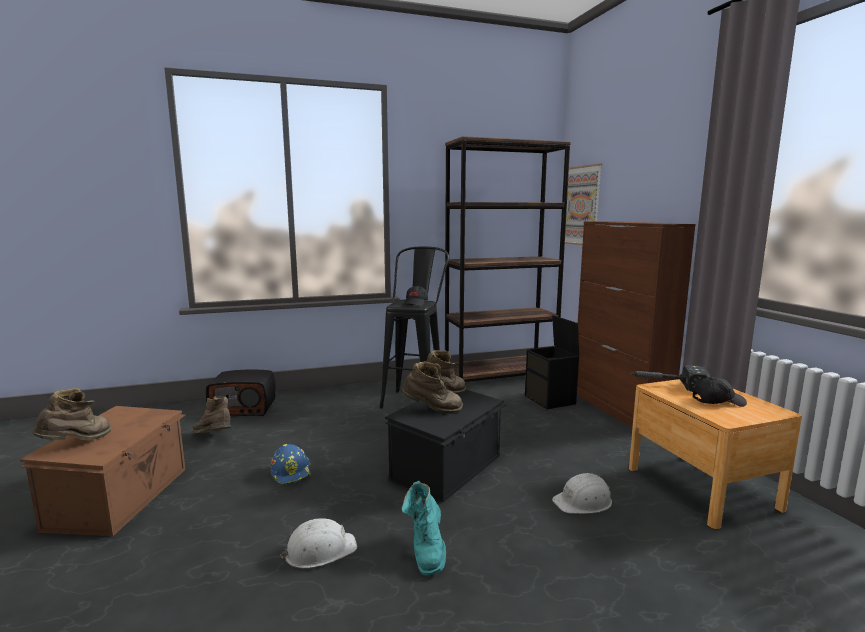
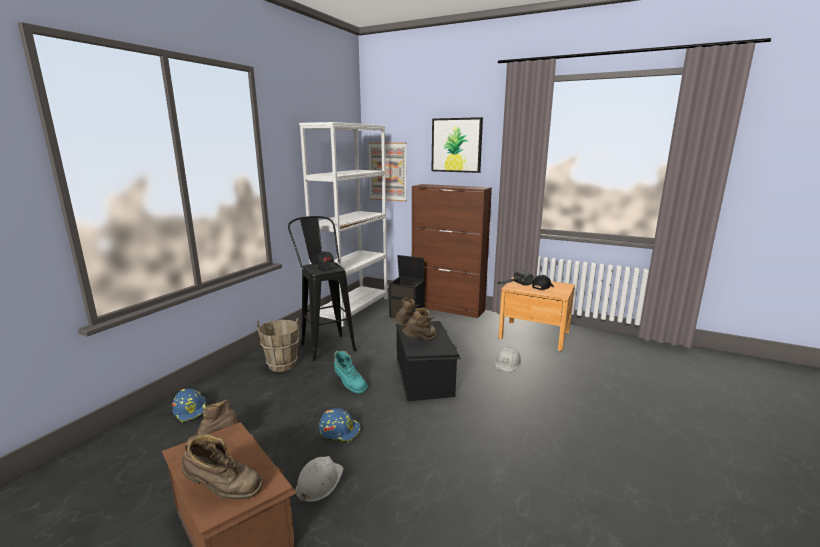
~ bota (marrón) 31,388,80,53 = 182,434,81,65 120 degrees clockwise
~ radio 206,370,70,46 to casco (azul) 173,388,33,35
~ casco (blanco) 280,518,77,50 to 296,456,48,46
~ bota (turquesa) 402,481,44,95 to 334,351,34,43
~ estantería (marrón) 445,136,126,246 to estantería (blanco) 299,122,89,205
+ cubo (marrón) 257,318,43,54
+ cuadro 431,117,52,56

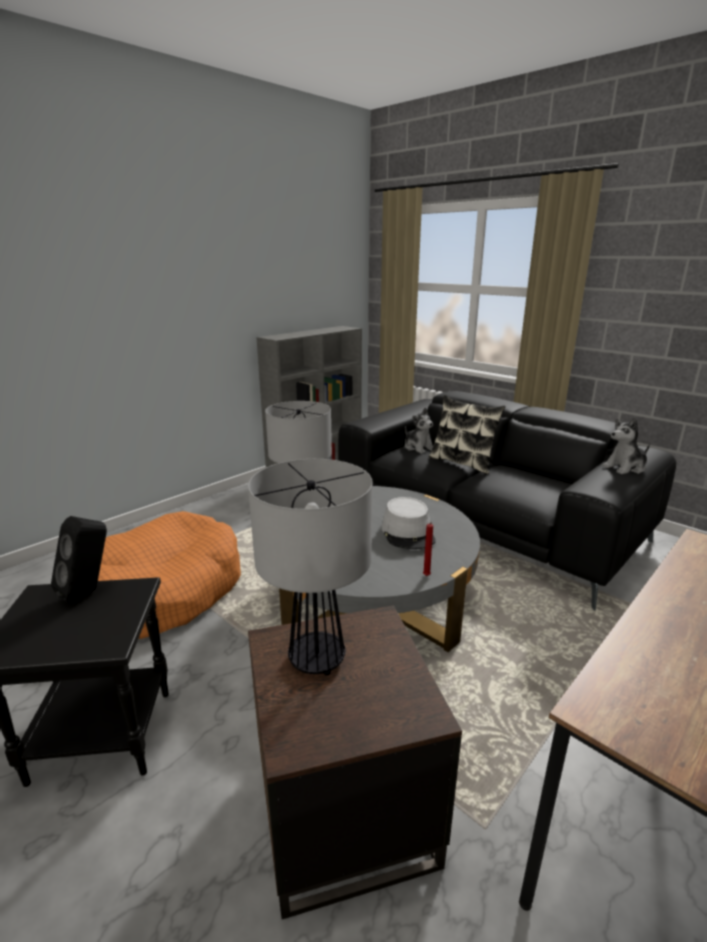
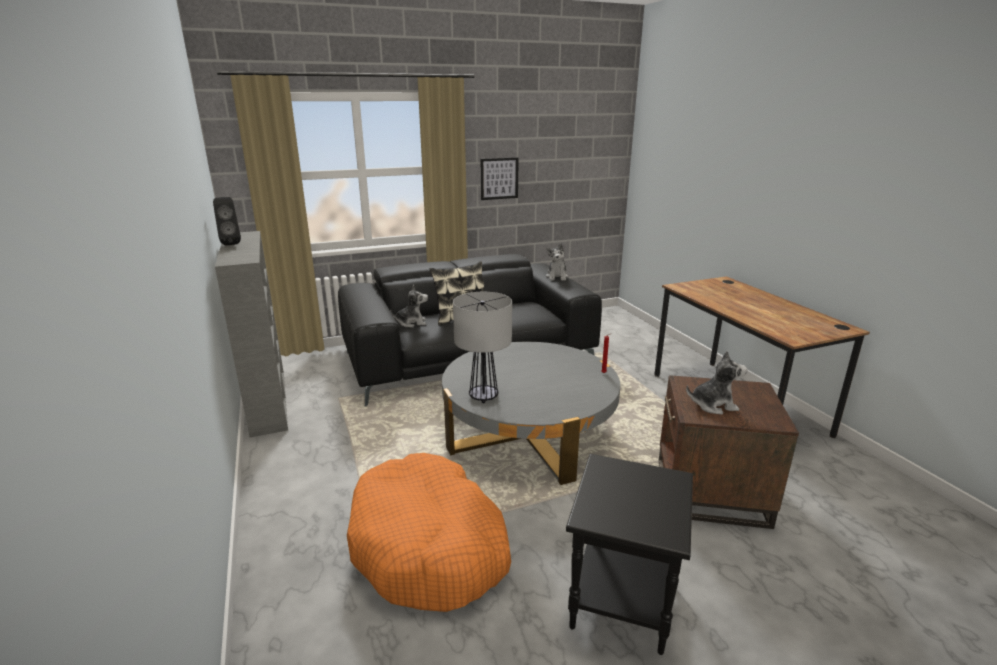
~ altavoz (negro) 51,516,56,88 to 213,197,28,48
~ lámpara de mesa 248,459,125,217 to peluche 686,351,61,63
- sombrero (gris) 382,497,54,52
+ cuadro 481,157,38,43

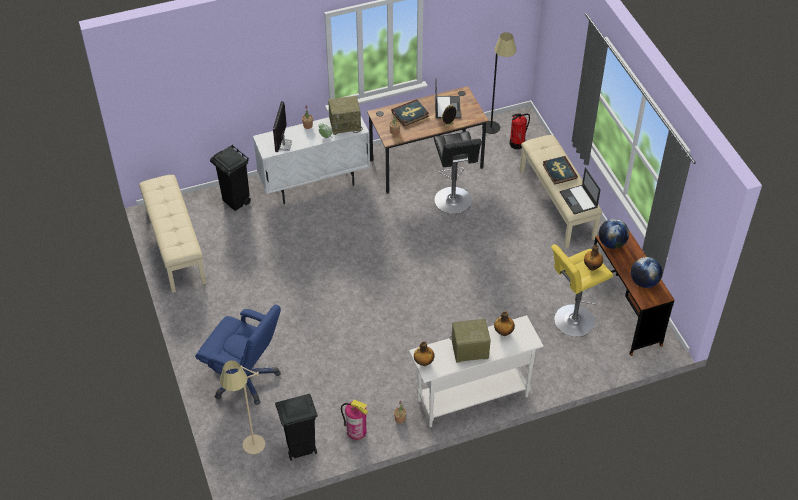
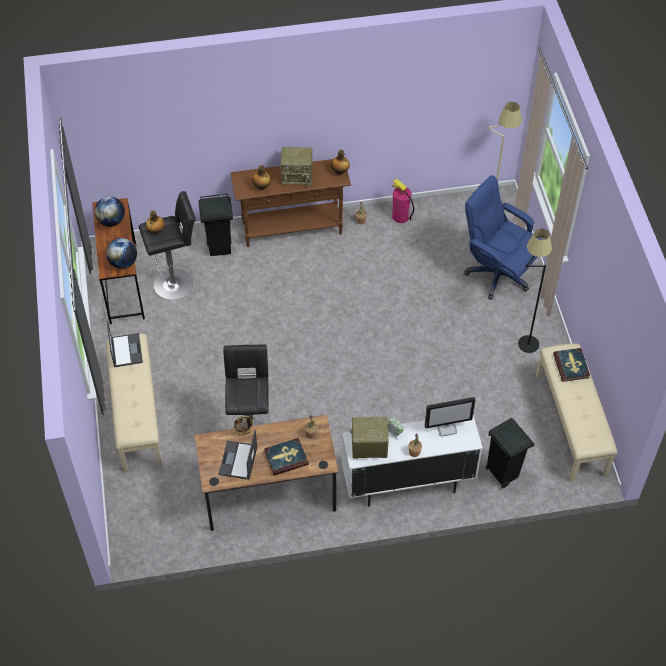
~ monitor 273,101,19,51 = 425,397,51,40 60 degrees clockwise
~ papelera (negro) 275,394,43,67 to 198,193,35,63
~ mesa consola (blanco) 409,315,135,112 to mesa consola (marrón) 230,159,121,88
~ lámpara de pie (negro) 482,32,34,102 to 518,228,34,125
- extintor 510,113,20,36
~ libro 542,156,36,29 to 553,348,37,34
~ taburete (amarillo) 551,244,62,93 to taburete (negro) 139,191,57,109

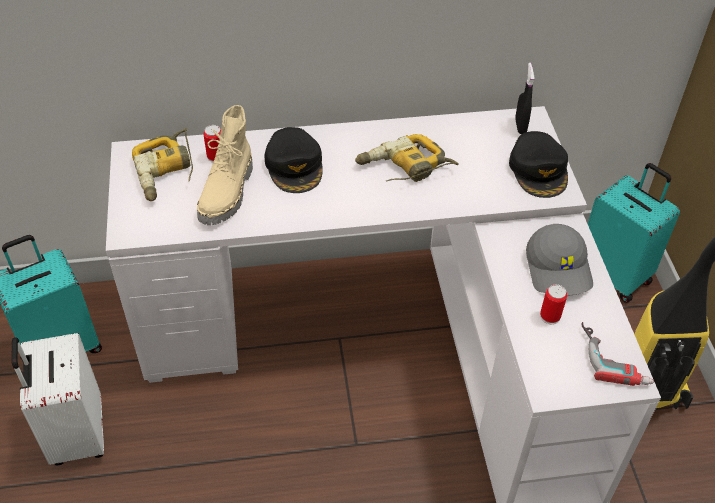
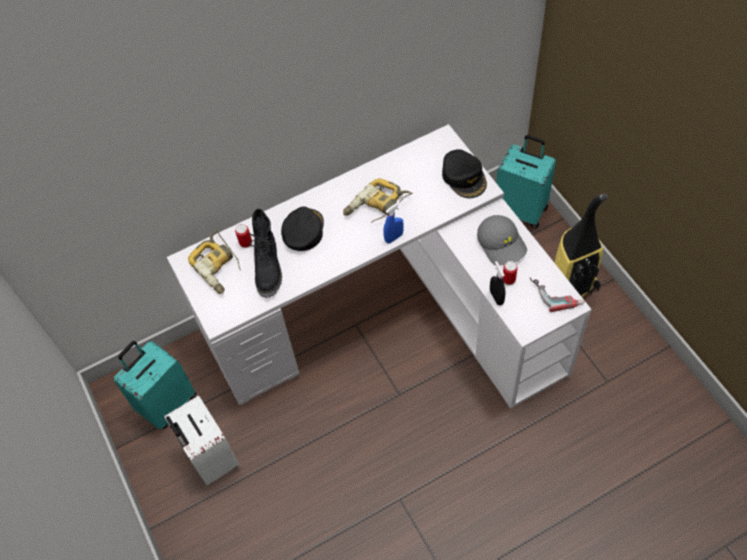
~ bota (beis) 197,105,56,120 to bota (negro) 249,209,33,89
~ gorra (negro) 264,127,59,66 = 281,207,43,44 135 degrees counterclockwise
~ pulverizador (negro) 515,63,19,71 to 490,261,15,44
+ pulverizador (azul) 383,202,21,42

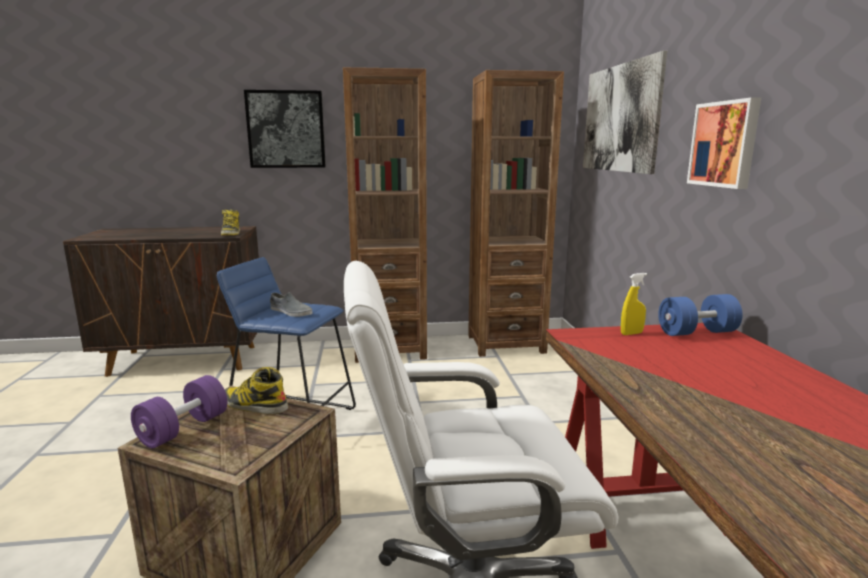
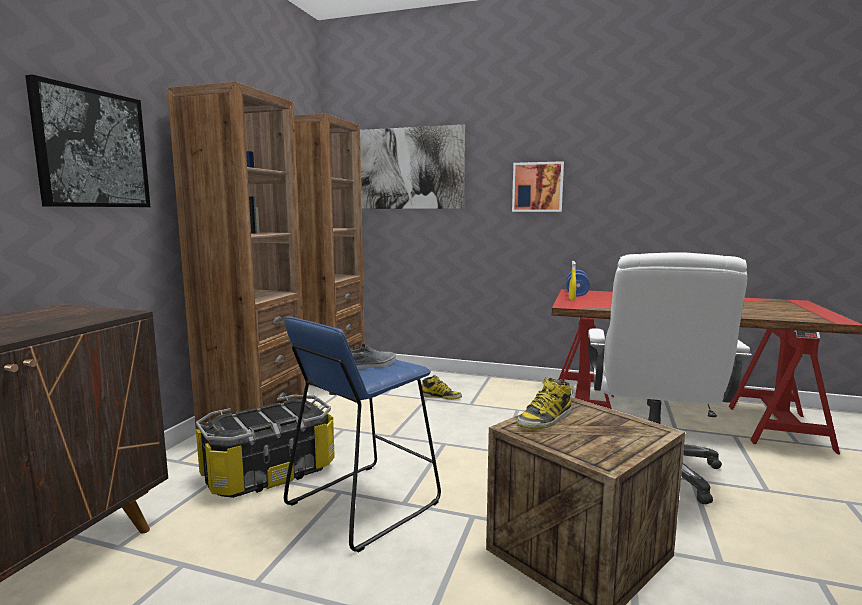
- mancuerna (morado) 131,375,97,73
~ bota 221,209,19,26 to 422,375,40,25
+ caja de almacenaje 196,395,139,103

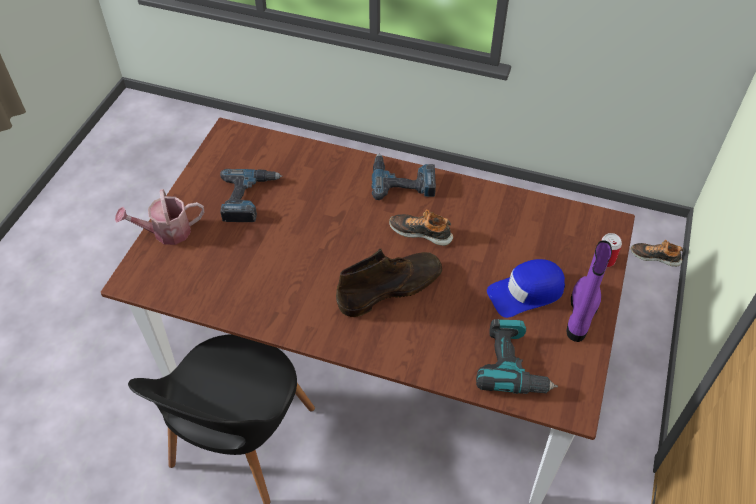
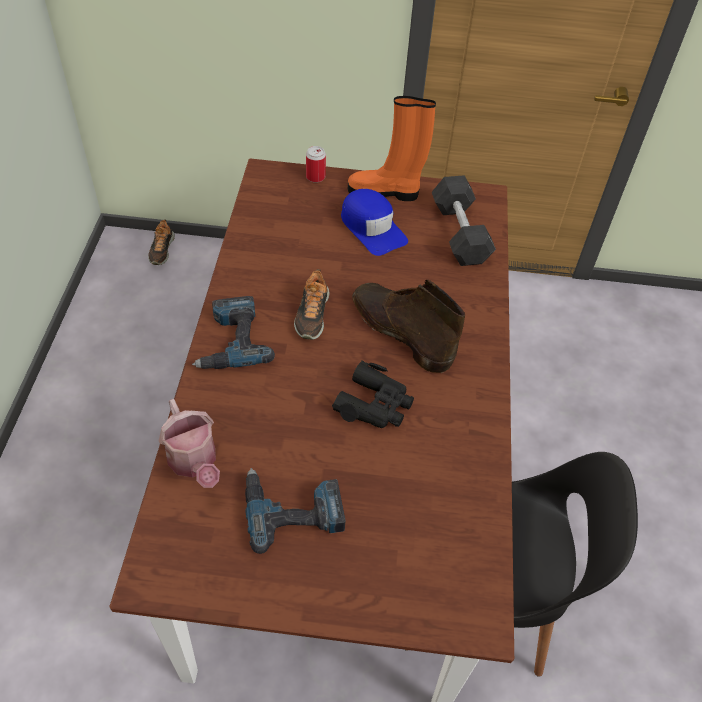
~ regadera 115,189,89,56 to 158,399,62,89
~ taladro 476,319,82,75 to mancuerna (negro) 432,175,64,91
~ bota (morado) 567,240,45,102 to bota (naranja) 348,96,88,105
+ prismáticos (negro) 332,360,82,68

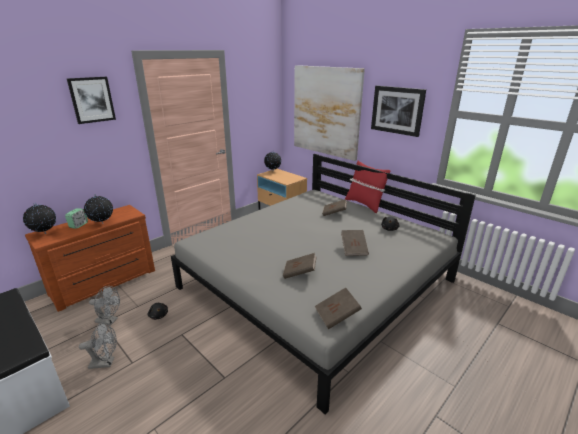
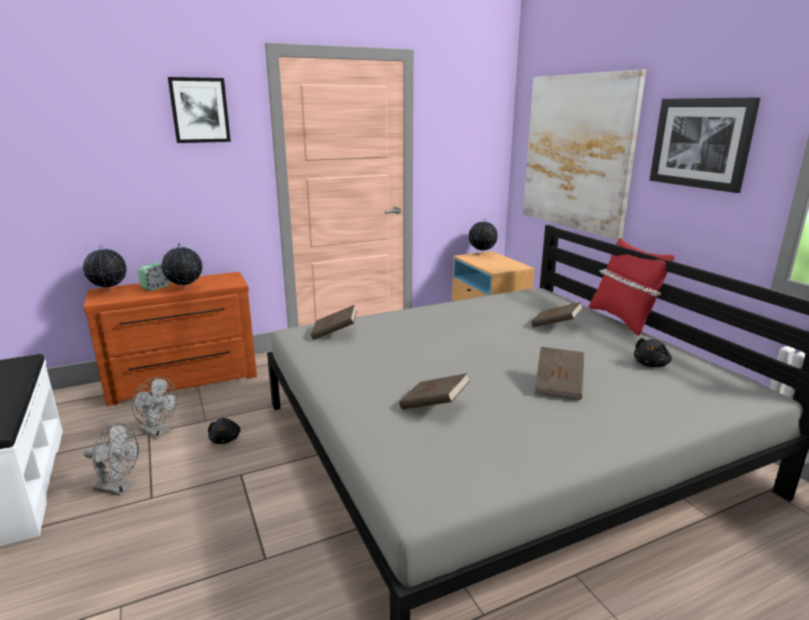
~ libro (marrón) 314,287,48,42 to 310,305,47,35

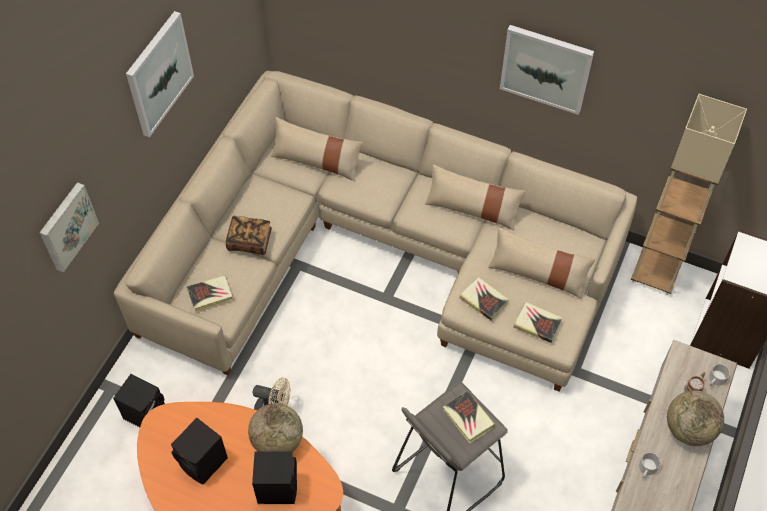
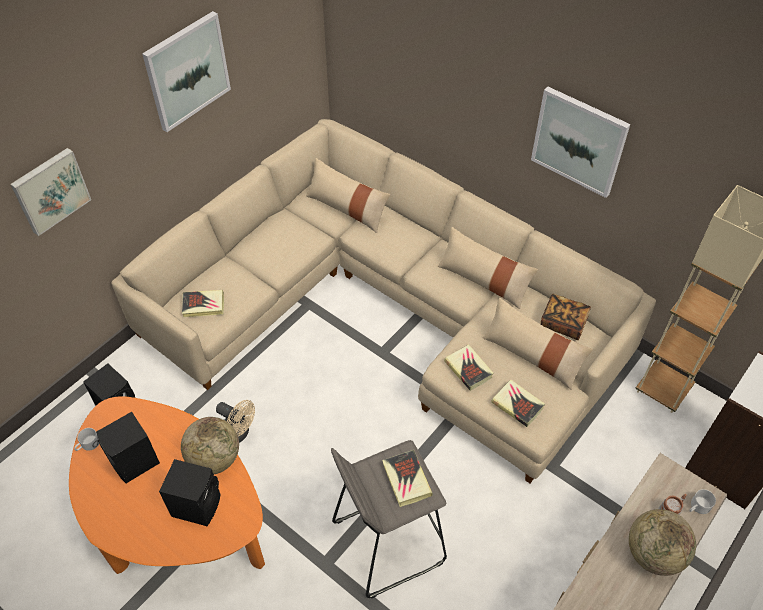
~ libro 226,216,46,39 to 541,294,50,46
~ taza grande (blanco) 639,452,21,26 to 74,428,25,23

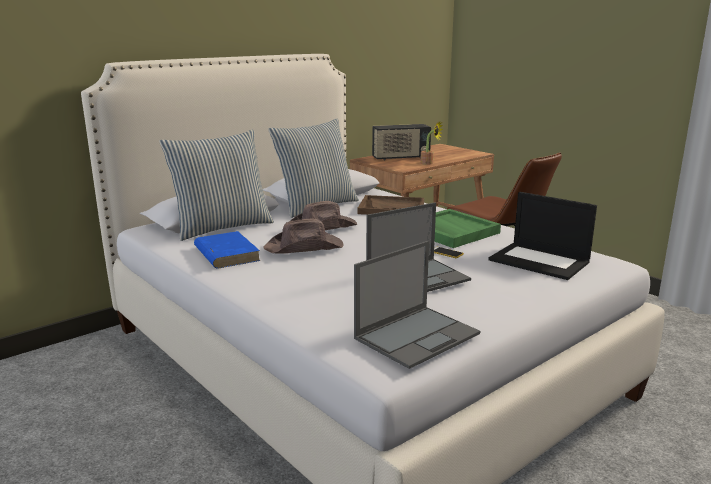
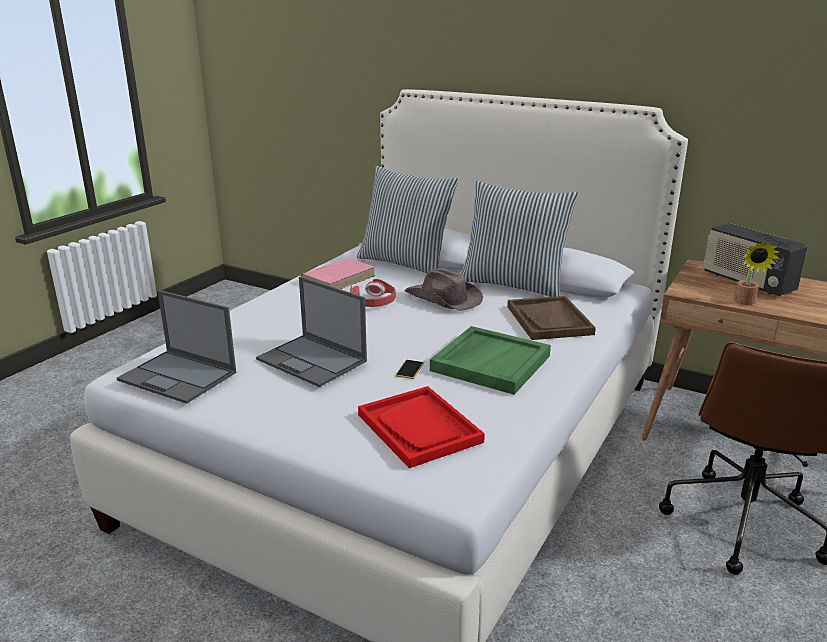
~ libro (azul) 194,231,67,37 to libro (rosa) 301,258,74,31
~ sombrero (marrón) 263,219,80,35 to auriculares (rojo) 350,279,46,28
~ portátil 488,192,109,88 to bandeja (rojo) 358,386,127,82

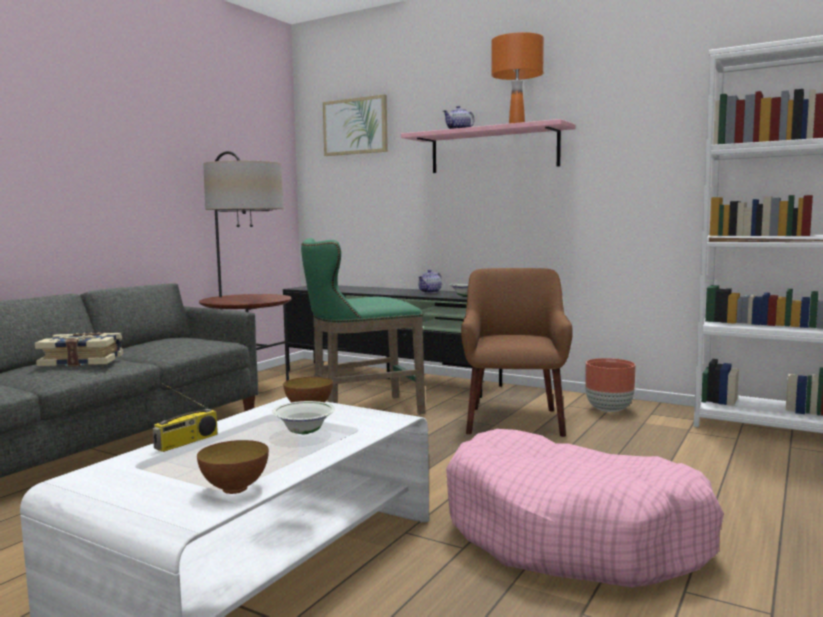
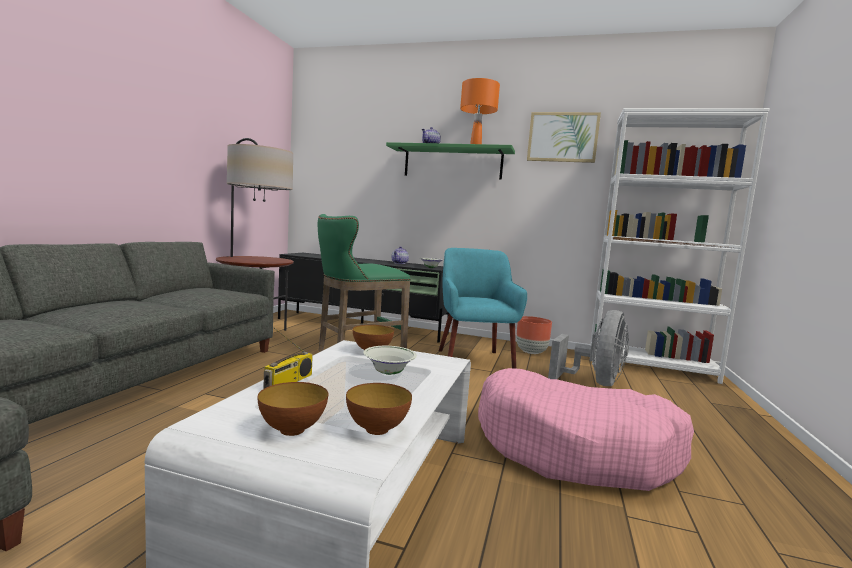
- libro 35,332,88,35
~ cuadro 323,94,65,62 to 527,112,74,51
~ estante (rosa) 401,119,174,54 to estante (verde) 386,142,129,38
~ sillón (marrón) 461,268,112,169 to sillón (turquesa) 439,248,88,121
+ cuenco 257,382,71,54
+ ventilador (gris) 548,310,81,76

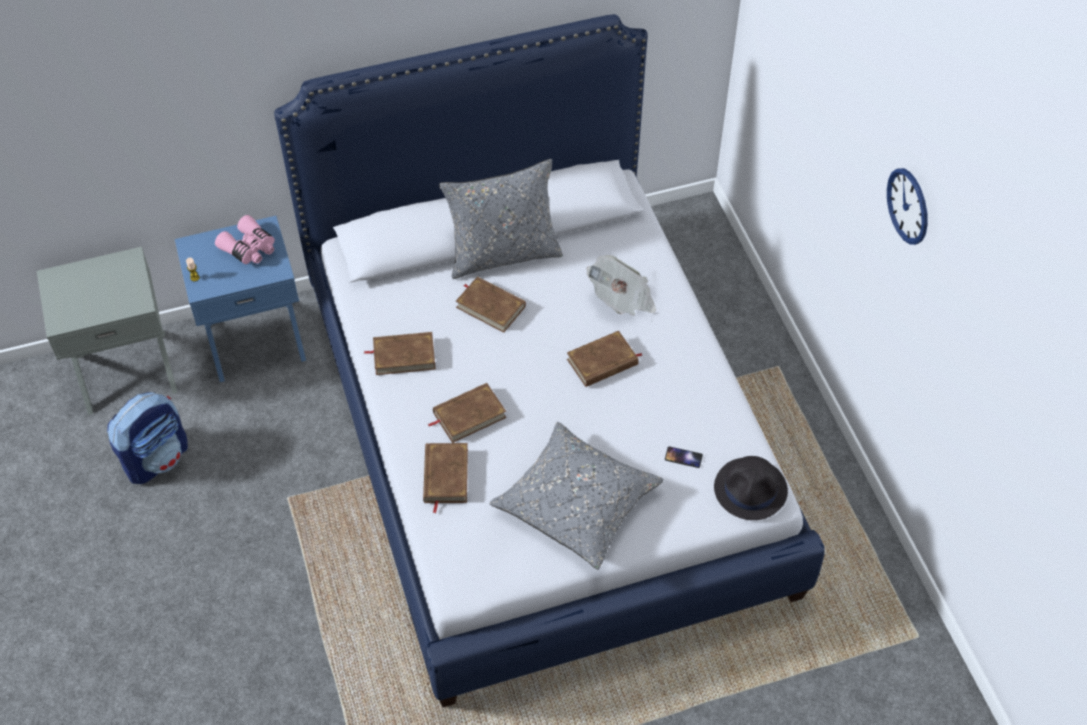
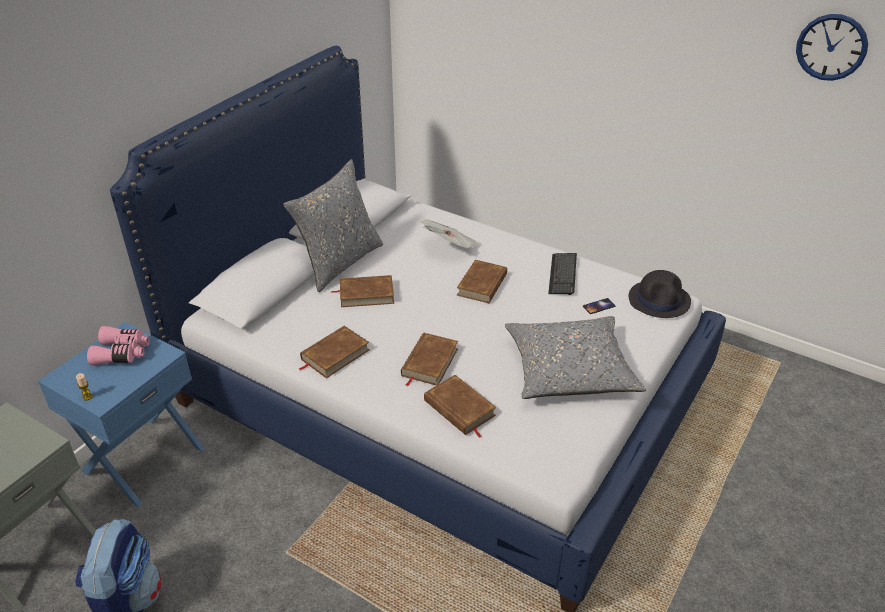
~ reloj de pared 887,168,41,77 to 796,14,72,67
+ teclado 548,253,29,42

